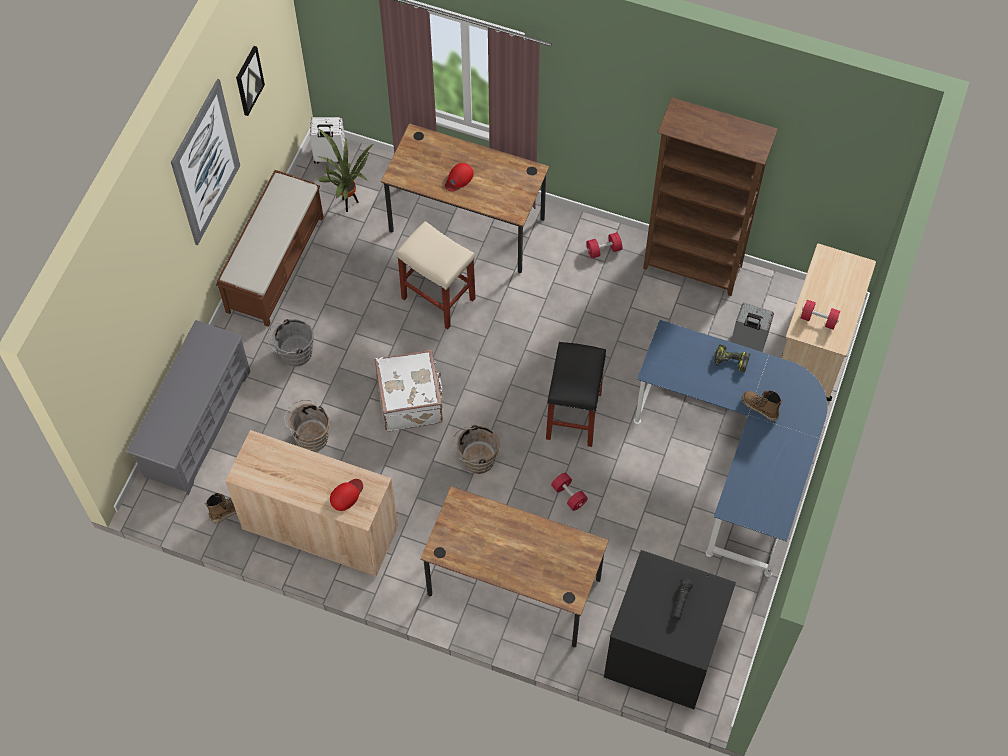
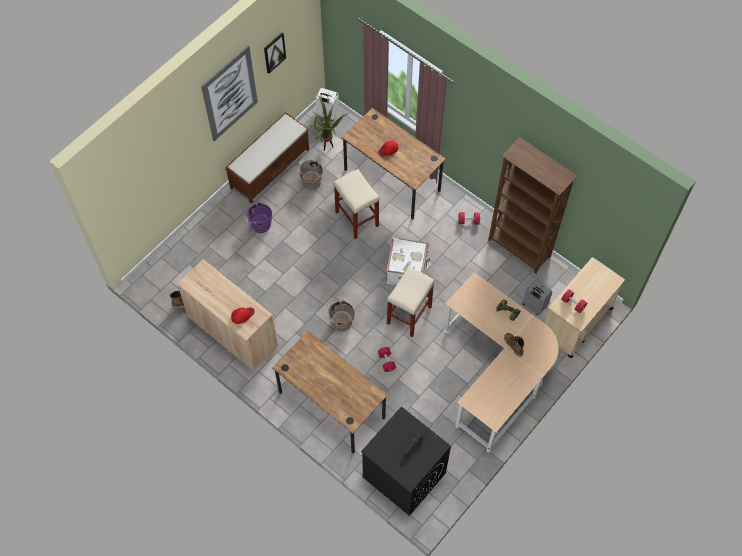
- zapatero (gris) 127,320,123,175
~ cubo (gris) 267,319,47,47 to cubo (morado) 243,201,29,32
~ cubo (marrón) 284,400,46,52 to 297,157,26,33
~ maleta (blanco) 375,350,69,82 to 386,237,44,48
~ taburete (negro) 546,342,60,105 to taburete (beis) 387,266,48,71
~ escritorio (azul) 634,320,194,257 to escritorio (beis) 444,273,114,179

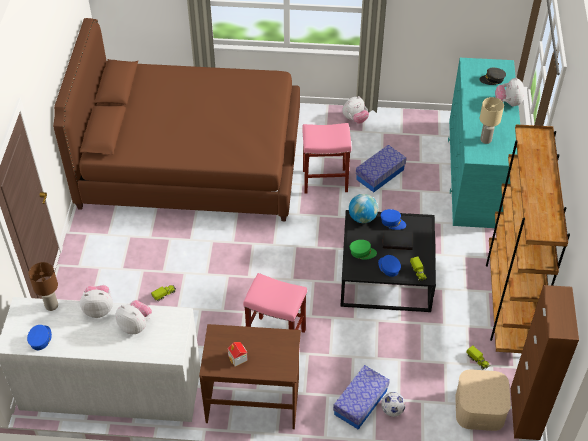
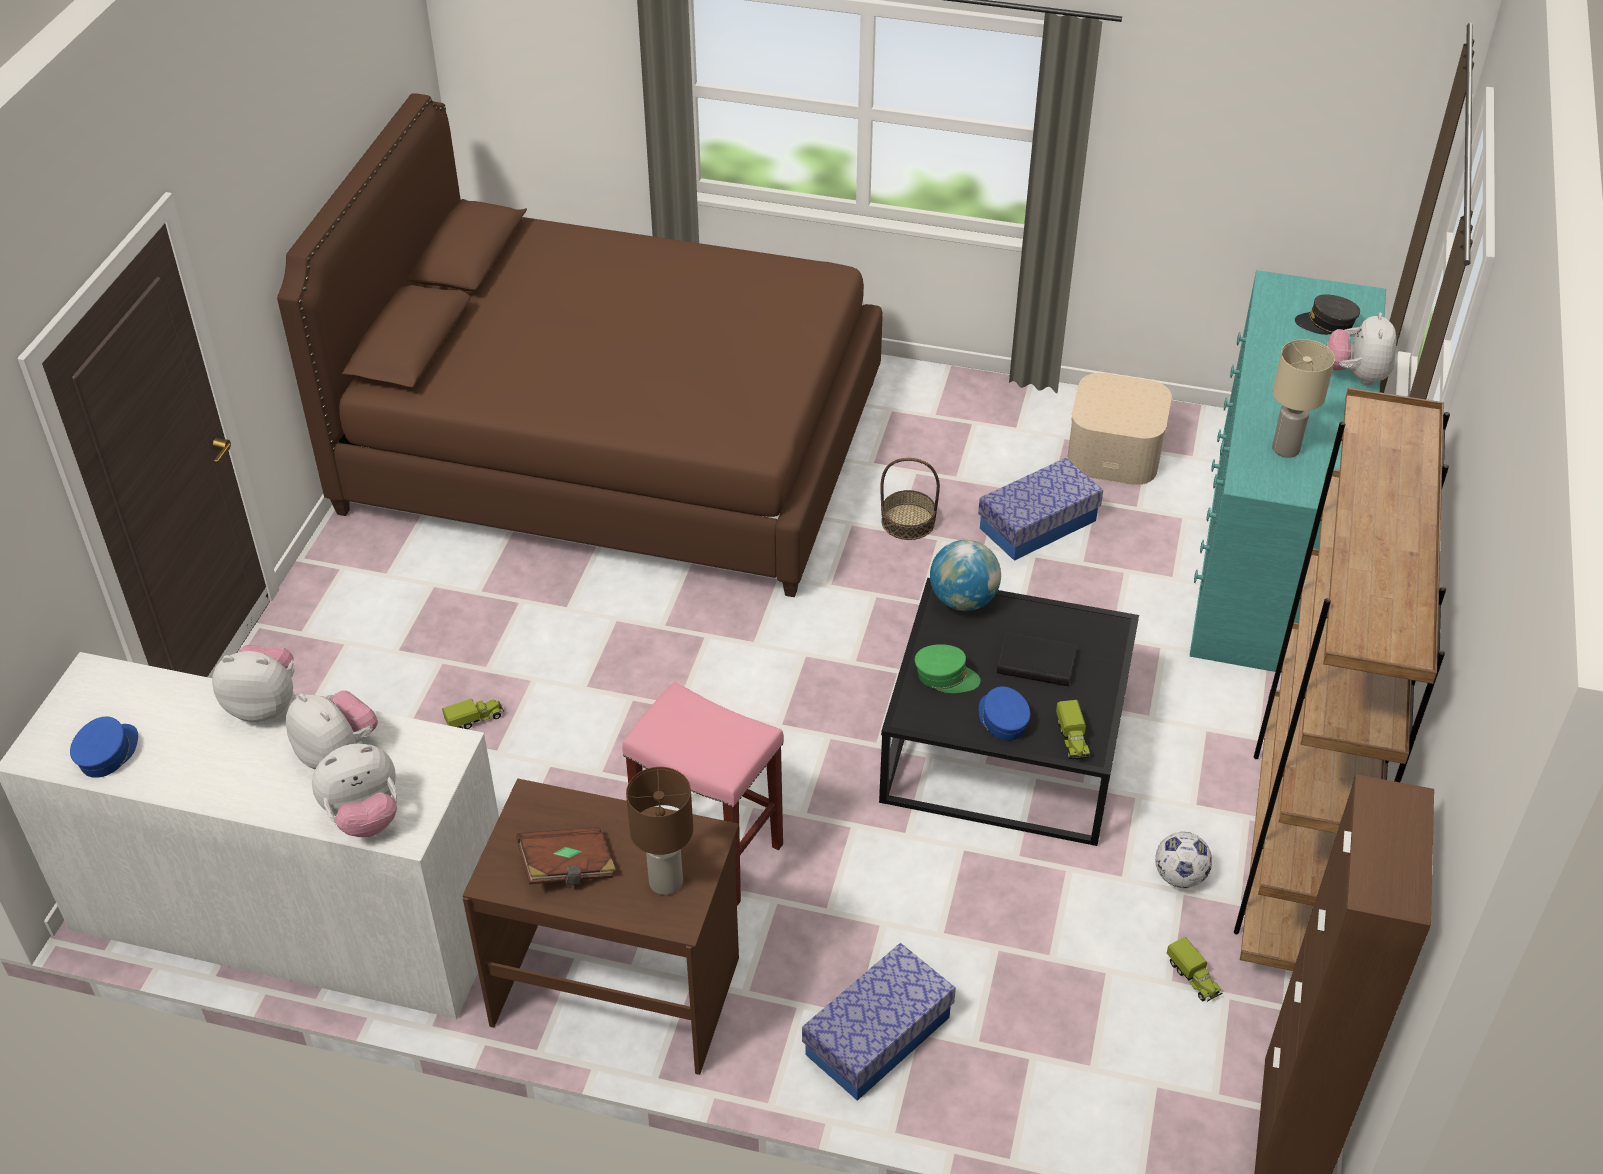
~ lámpara de mesa (marrón) 28,262,30,49 to 626,767,67,128
~ casita 228,342,20,25 to libro (marrón) 516,827,100,58
~ taburete (rosa) 302,123,49,71 to cesta 880,458,60,82
~ peluche 342,96,27,28 to 312,744,85,93
- gorra (azul) 380,209,26,21
~ balón de fútbol 381,392,24,25 to 1155,832,57,56
~ caja de almacenaje (beis) 455,370,56,61 to 1067,373,105,112

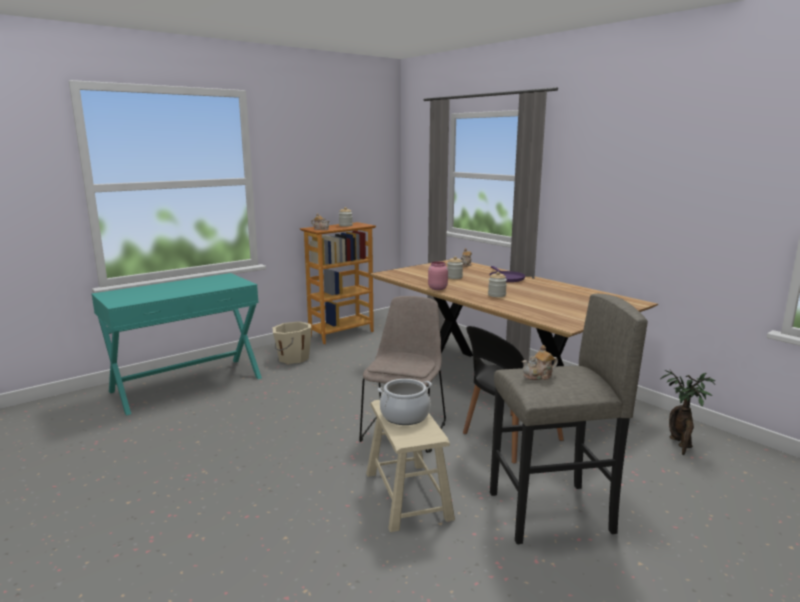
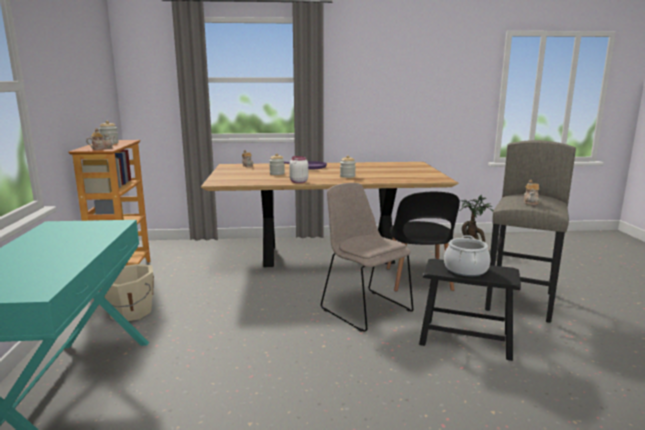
~ taburete (beis) 366,400,89,132 to taburete (negro) 419,259,102,102
~ tarro (rosa) 428,261,20,29 to tarro (blanco) 289,156,19,27

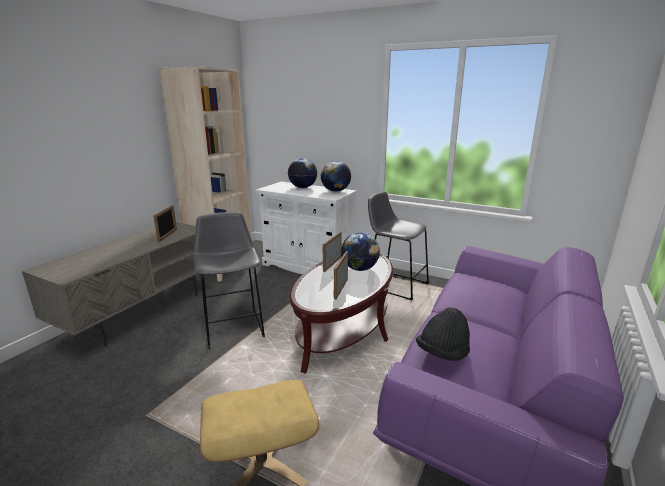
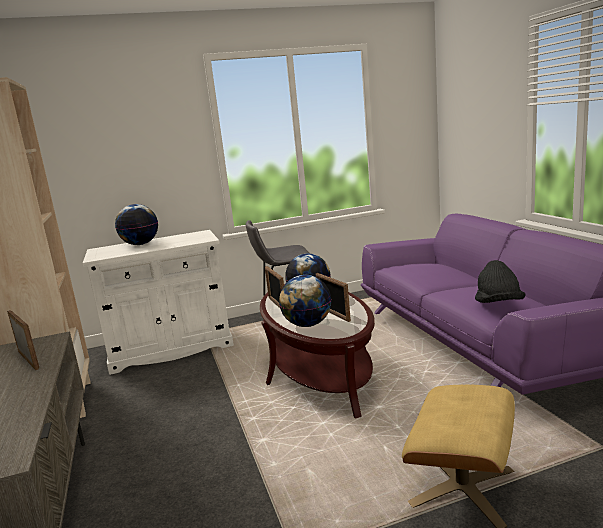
- taburete (gris) 194,212,71,137
~ globo terráqueo 321,161,30,31 to 279,275,52,52

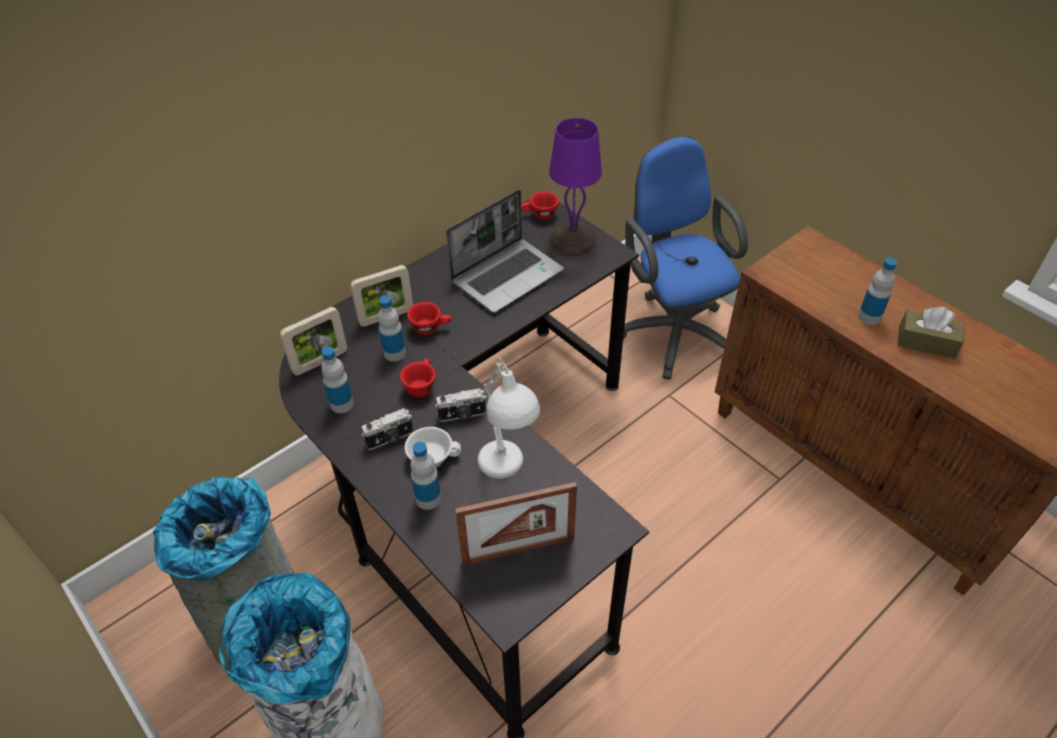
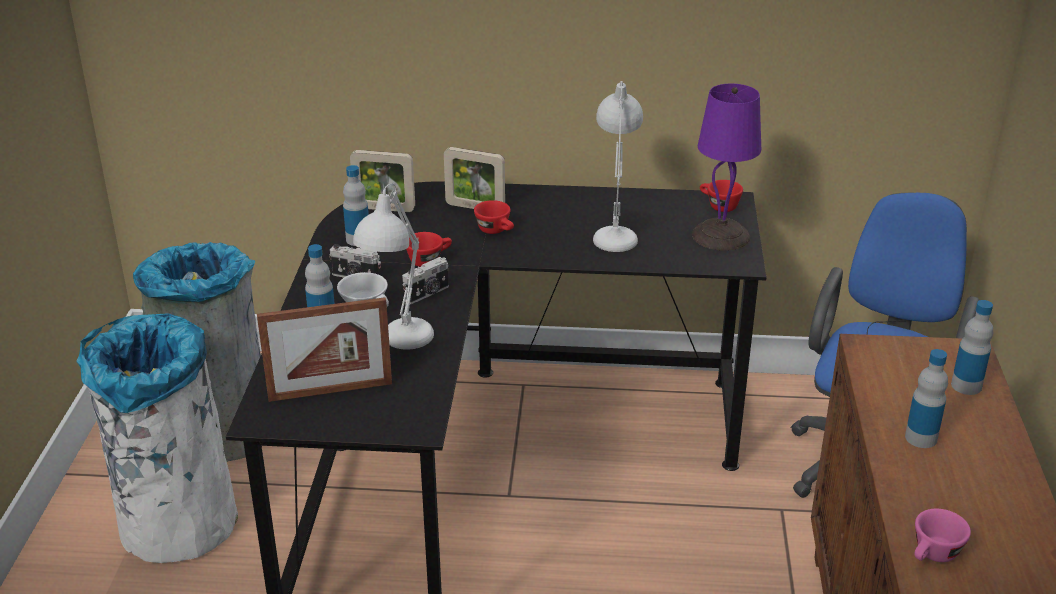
~ botella 378,295,28,67 to 951,300,42,95
~ cámara 435,388,52,34 = 402,257,47,47 75 degrees counterclockwise
~ portátil 446,189,118,124 to lámpara de mesa (blanco) 593,81,50,171
~ portarretratos 455,482,122,83 = 257,297,135,105 45 degrees counterclockwise
- caja de pañuelos (marrón) 897,307,67,52
+ taza (rosa) 914,509,57,53

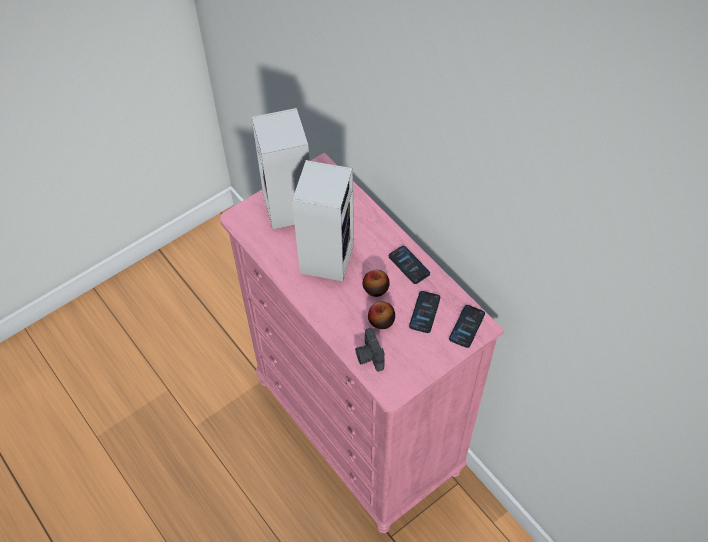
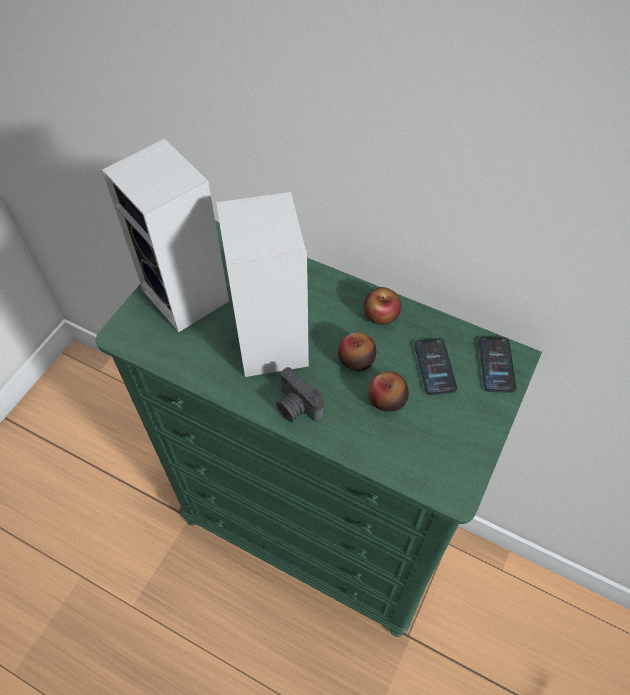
~ cómoda (rosa) 220,152,284,381 to cómoda (verde) 96,221,446,416
~ cámara 355,328,30,44 to 276,367,48,55
~ móvil 389,246,41,38 to manzana 364,287,37,38

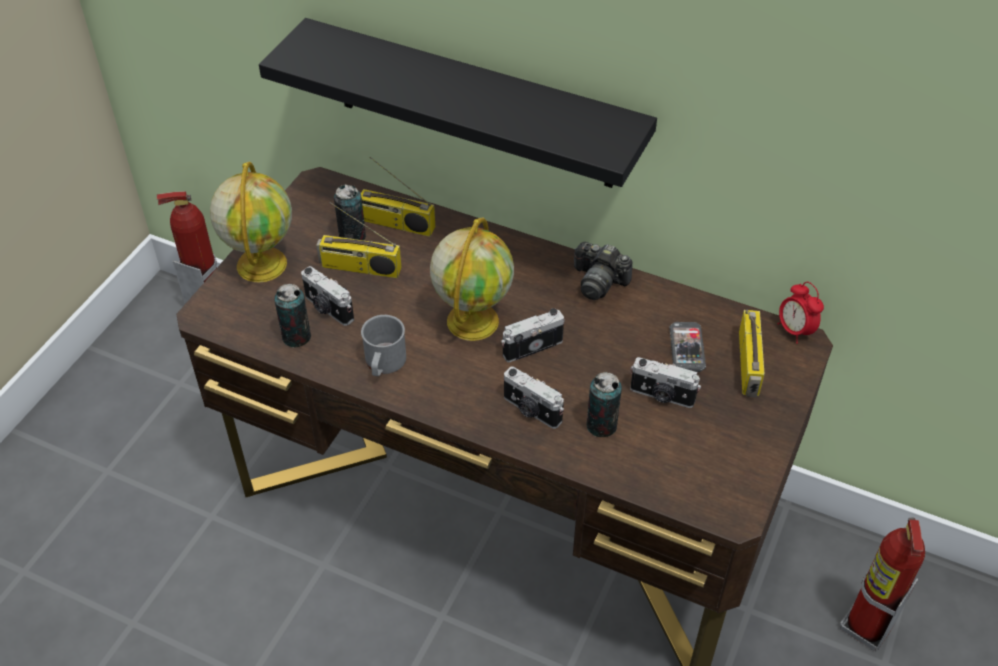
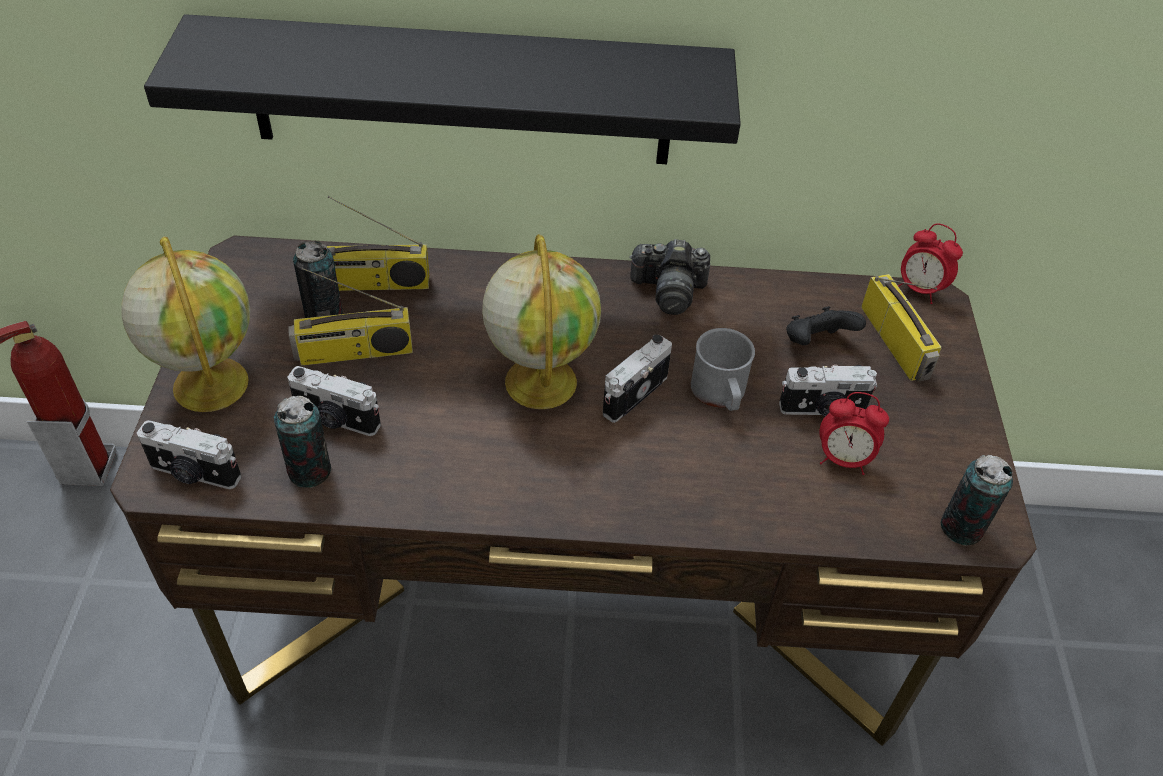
~ taza grande (gris) 361,315,45,61 to 691,328,64,83
~ cámara 504,366,60,63 to 137,420,104,69
~ lata 586,372,36,65 to 941,455,72,91
~ móvil 669,322,37,50 to mando de consola (negro) 786,306,80,39
- extintor 840,517,85,134
+ despertador 819,392,70,83

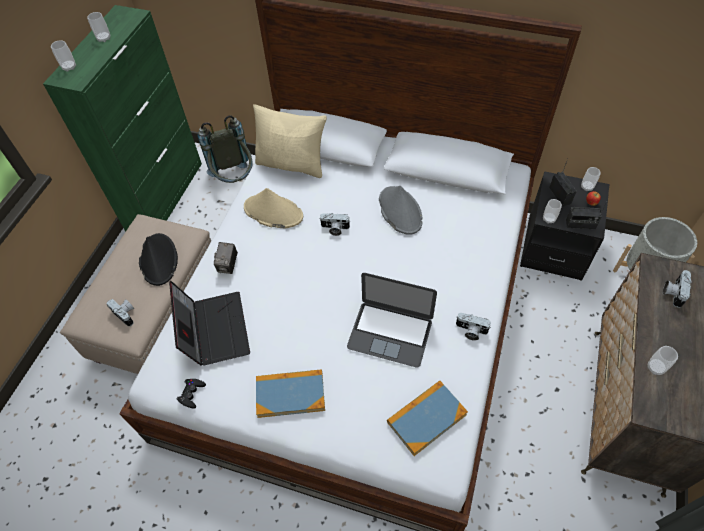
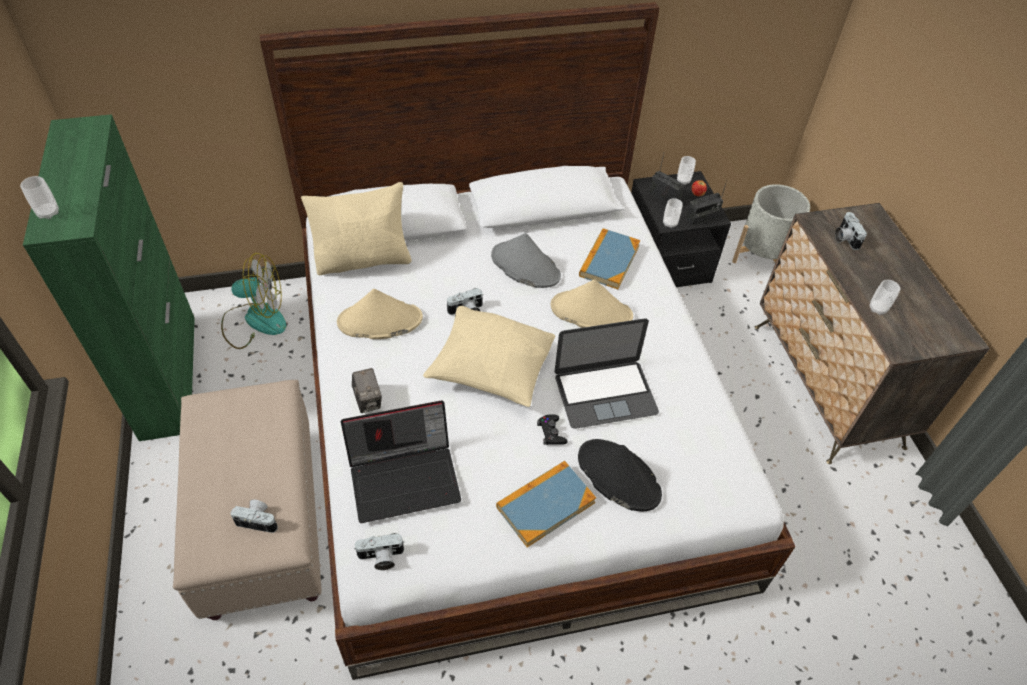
- taza 87,12,23,30
~ sombrero (negro) 139,233,39,53 to 578,439,84,72
~ portátil 169,280,81,86 = 341,400,120,123 120 degrees clockwise
~ mando de consola (negro) 177,379,29,30 to 537,414,31,31
~ mochila (gris) 198,115,54,68 to ventilador 221,253,65,96
~ libro 387,381,81,75 to 579,228,61,61
~ cámara 456,313,35,28 to 354,533,51,37
+ cojín (beis) 423,306,132,101
+ sombrero (beis) 551,279,82,49

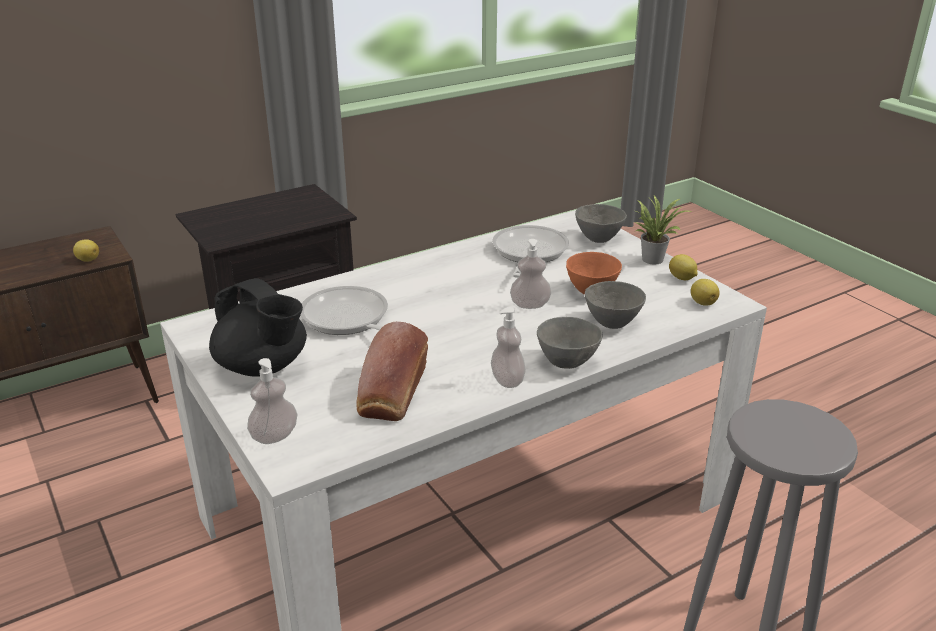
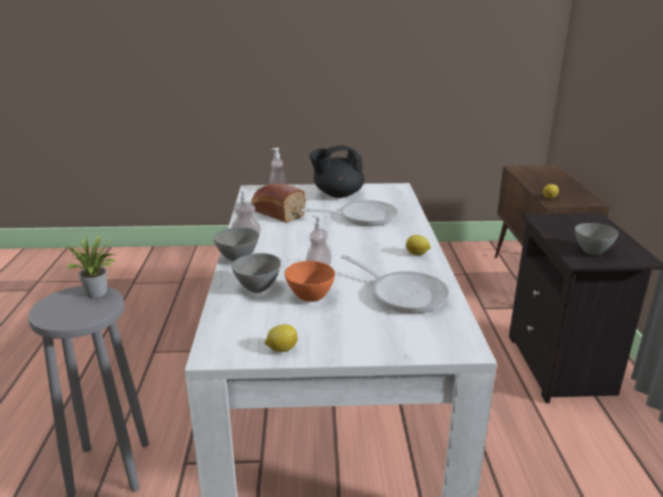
~ cuenco (gris) 575,204,52,39 to 575,223,43,32
~ planta en maceta 634,196,59,68 to 56,234,61,64
~ limón 691,279,29,27 to 406,235,25,20

